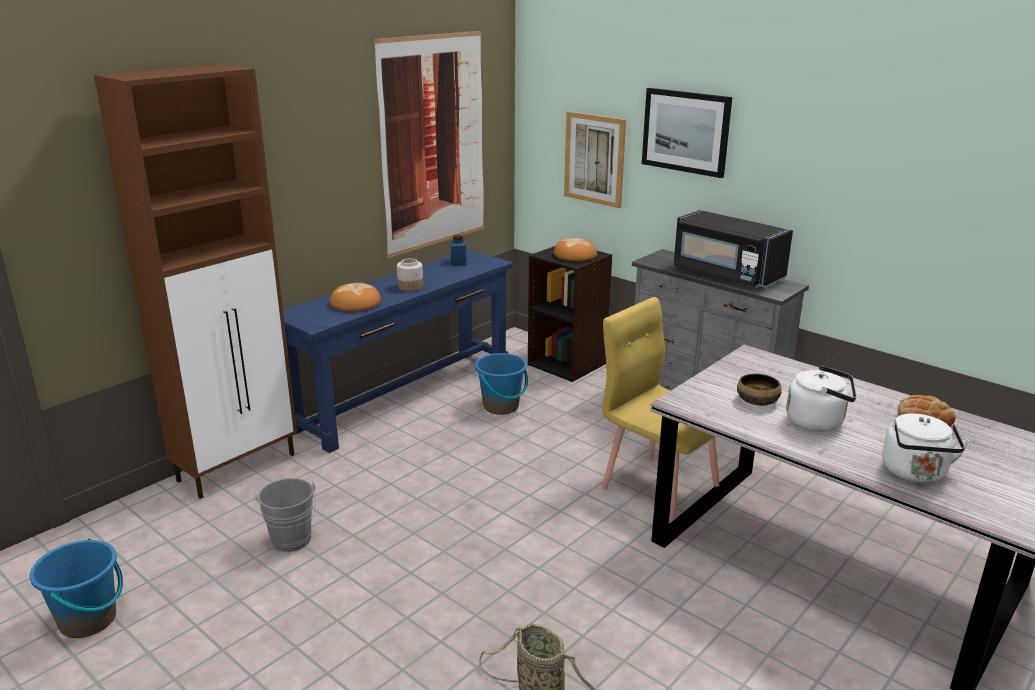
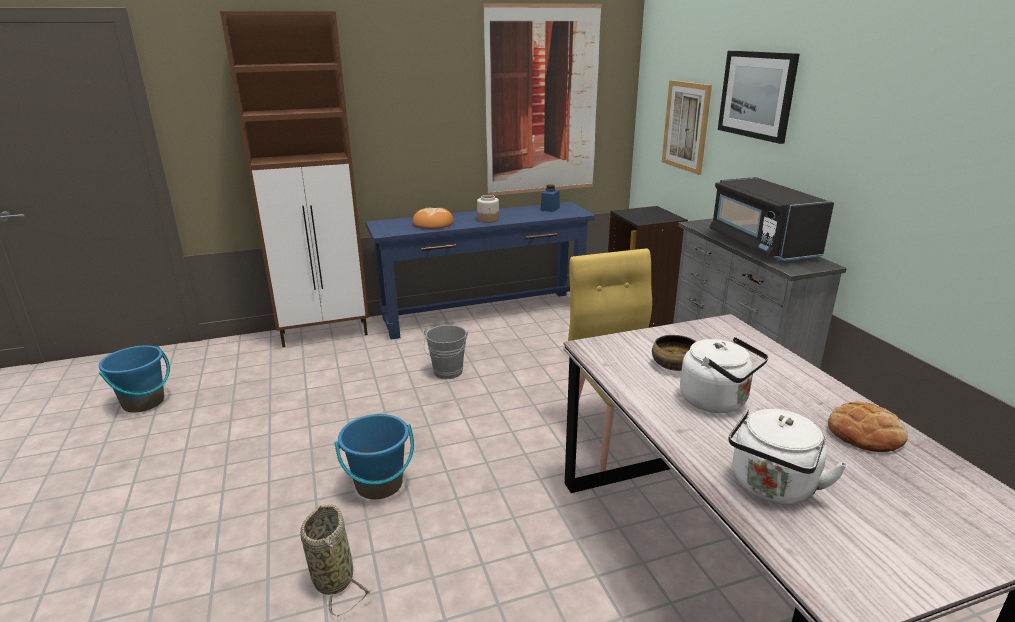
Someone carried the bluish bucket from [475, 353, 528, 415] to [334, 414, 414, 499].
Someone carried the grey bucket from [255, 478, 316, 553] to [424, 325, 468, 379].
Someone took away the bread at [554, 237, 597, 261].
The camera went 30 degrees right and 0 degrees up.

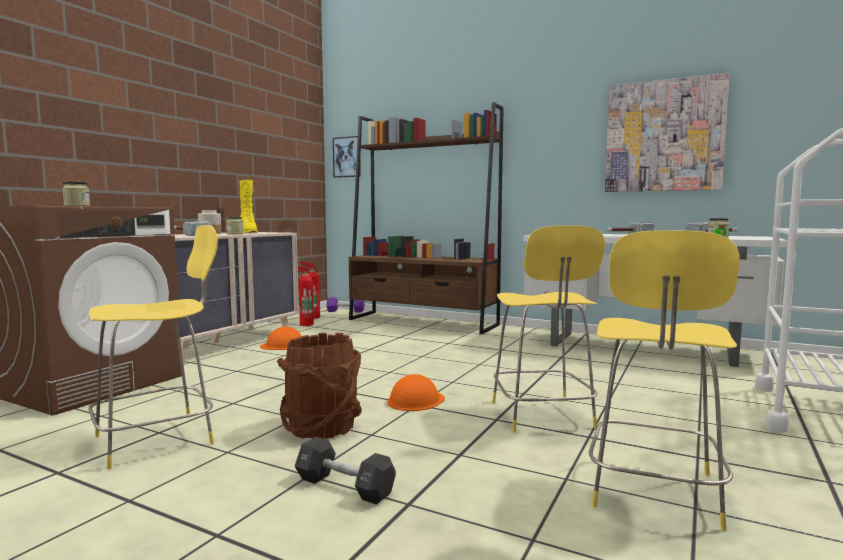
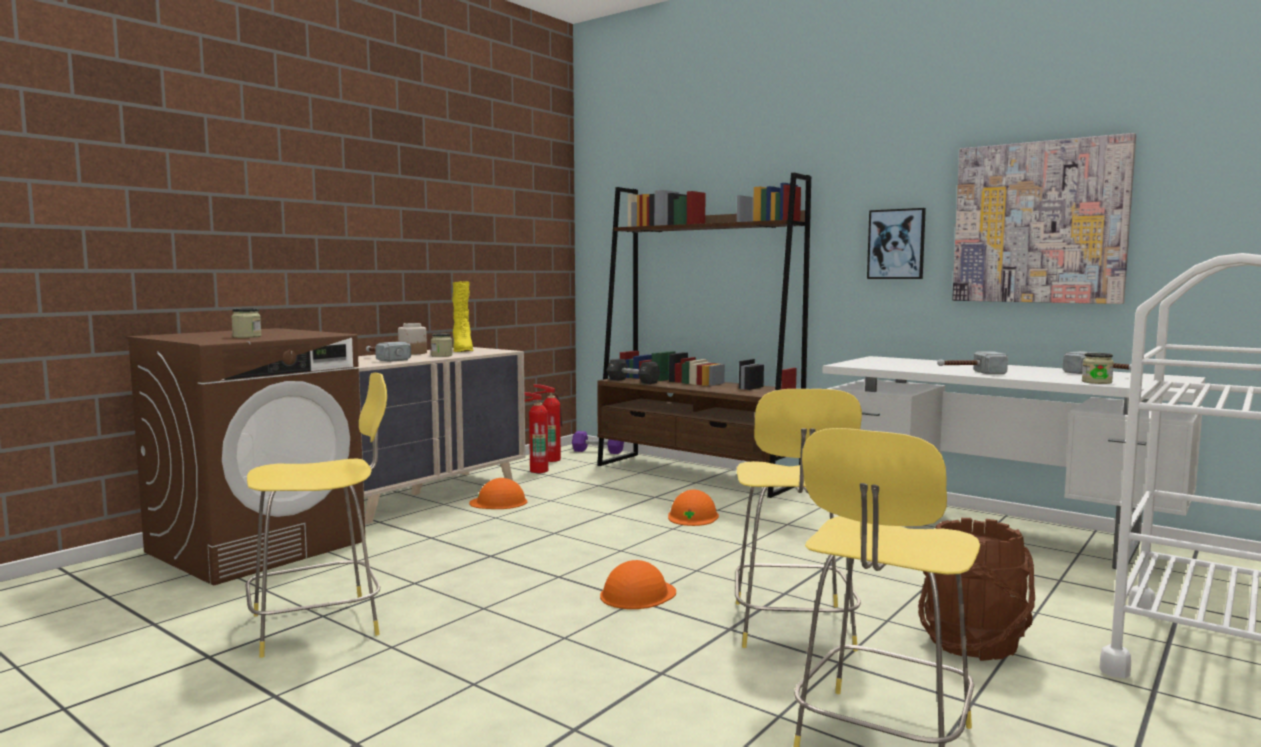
Someone carried the blackish dumbbell from [295, 437, 396, 505] to [607, 359, 661, 384].
Someone put down the orangey safety helmet at [668, 489, 719, 526].
Someone carried the wall art from [333, 136, 361, 178] to [867, 208, 926, 279].
Someone carried the brown bucket from [277, 333, 362, 439] to [918, 518, 1035, 661].
The camera went 10 degrees right and 0 degrees up.

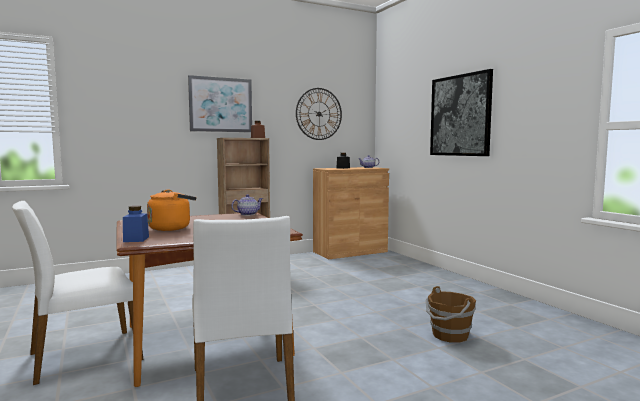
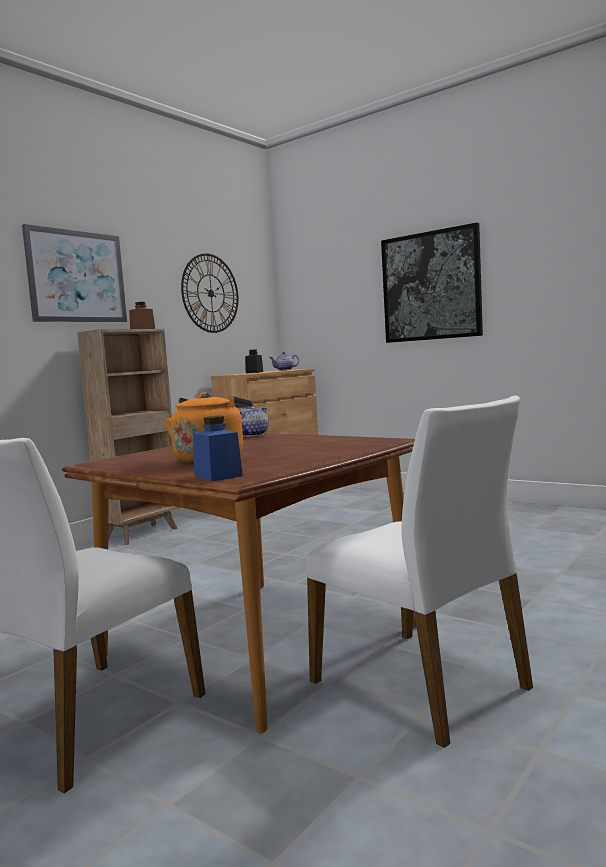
Someone took away the brown bucket at [426, 286, 476, 343].
The camera went 25 degrees left and 0 degrees up.

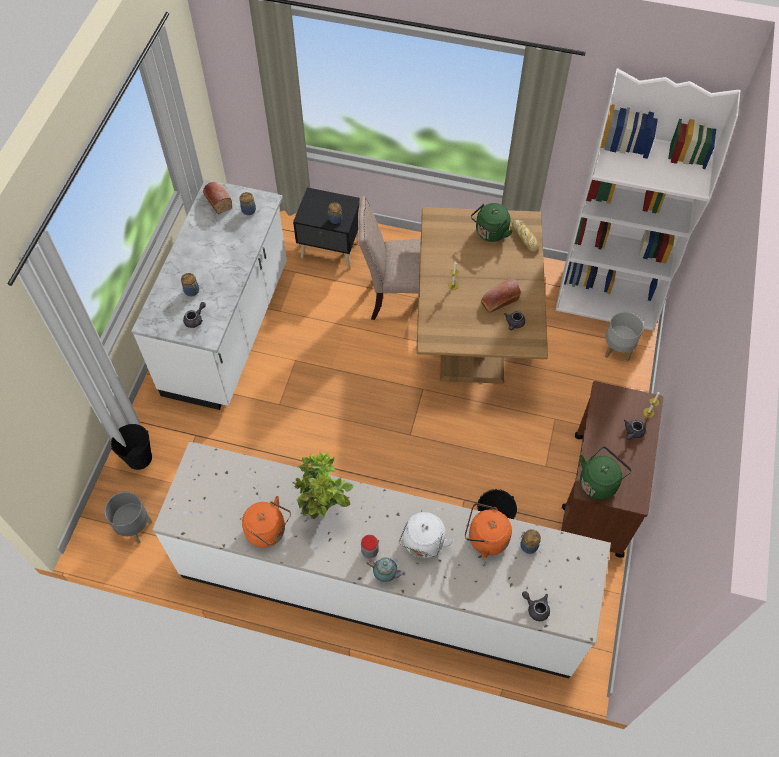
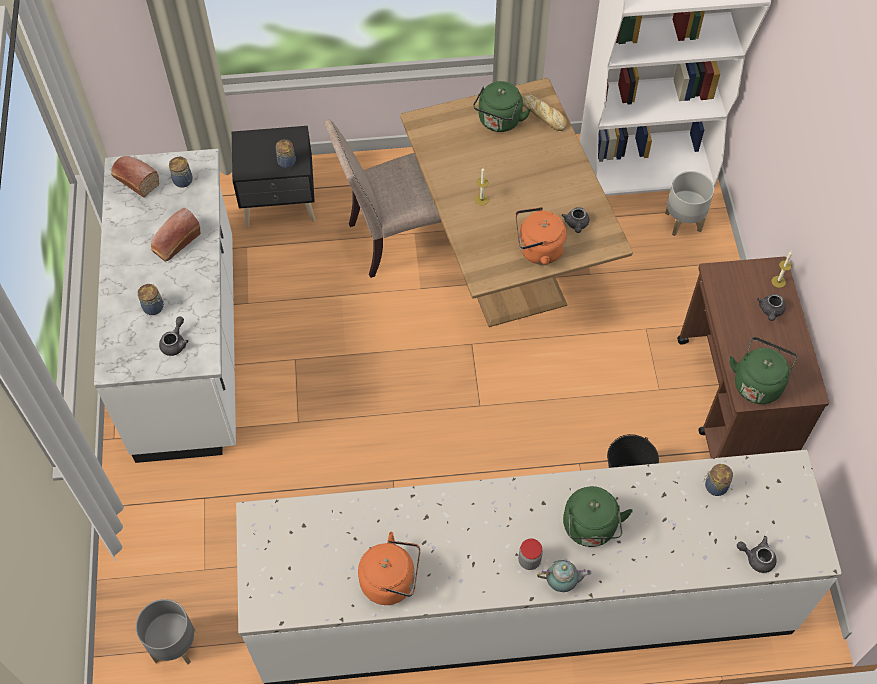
Someone carried the bread from [481, 279, 521, 313] to [151, 208, 201, 261].
Someone carried the orangey water kettle from [465, 503, 512, 558] to [515, 207, 567, 265].
Someone repainted the white water kettle at [399, 512, 454, 558], which became the greenish water kettle at [563, 486, 633, 547].
Someone took away the blackish bucket at [111, 424, 152, 470].
Someone took away the houseplant at [294, 452, 354, 519].
The camera went 20 degrees left and 0 degrees up.

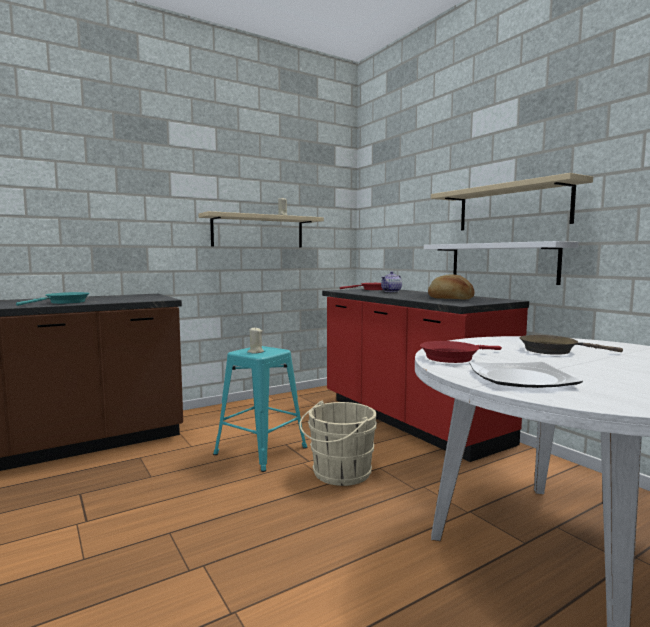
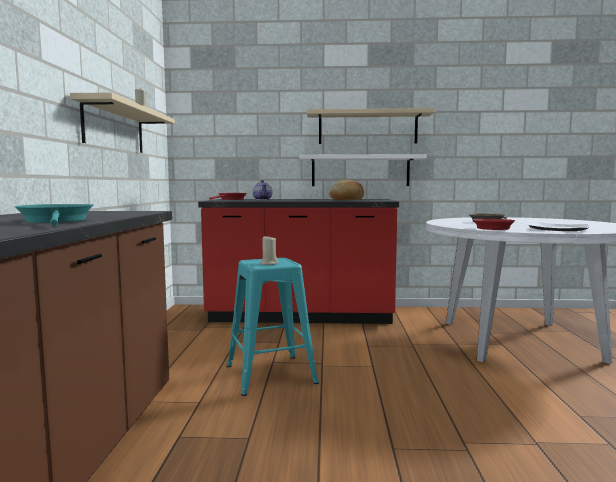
Someone took away the beige bucket at [300, 401, 377, 486].
The camera went 55 degrees left and 0 degrees up.

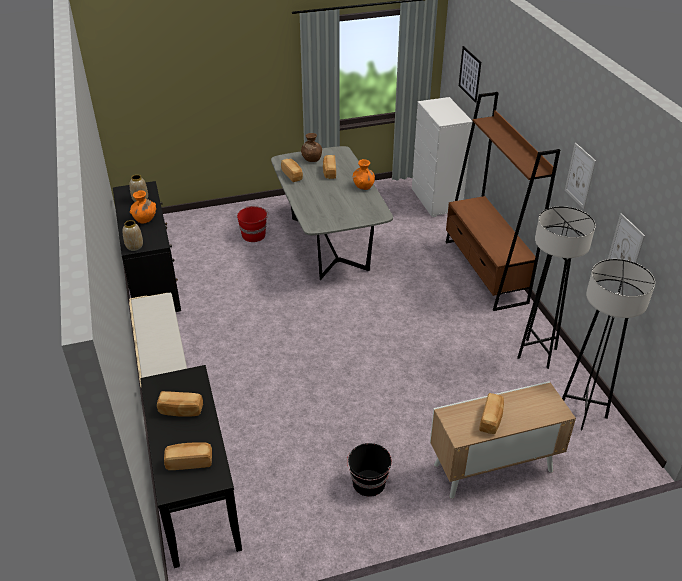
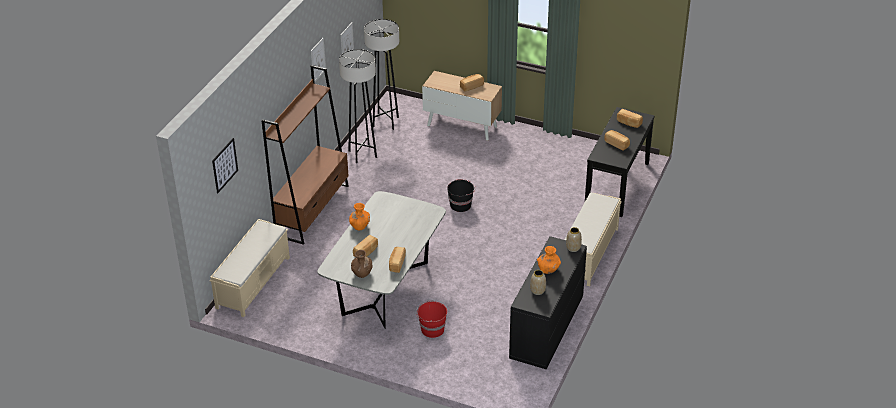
Someone swapped the white chest of drawers at [412, 97, 473, 217] for the beige bench at [210, 219, 290, 317].
Someone carried the blackish bucket from [347, 443, 392, 497] to [447, 179, 475, 212].
The camera went 140 degrees left and 0 degrees up.

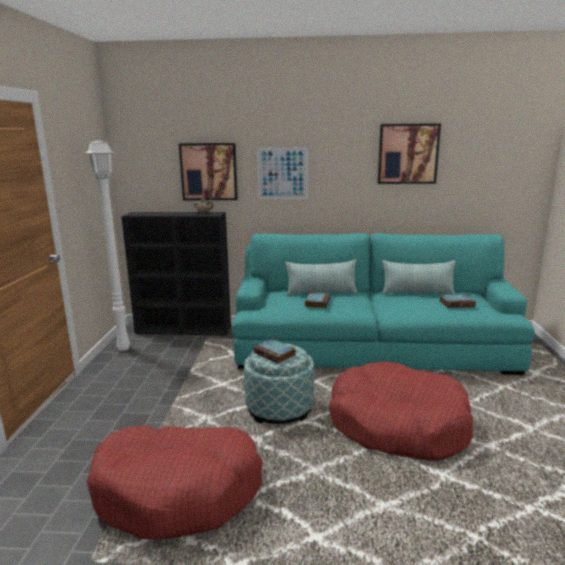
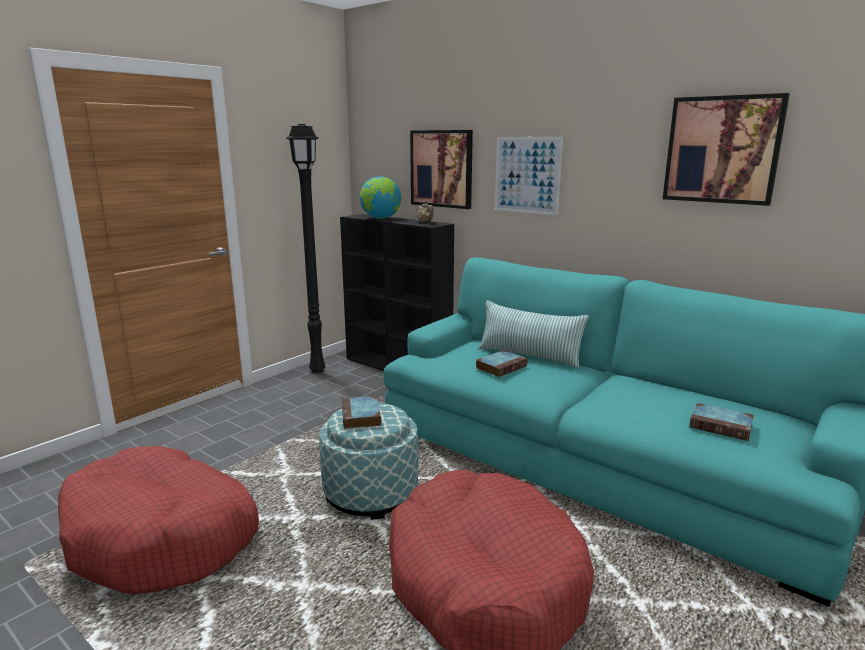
Someone repainted the white standard lamp at [85, 140, 131, 351], which became the blackish standard lamp at [286, 124, 325, 373].
Someone put down the desk globe at [360, 176, 401, 219].
Someone took away the cushion at [382, 260, 456, 295].
The camera went 35 degrees right and 0 degrees up.

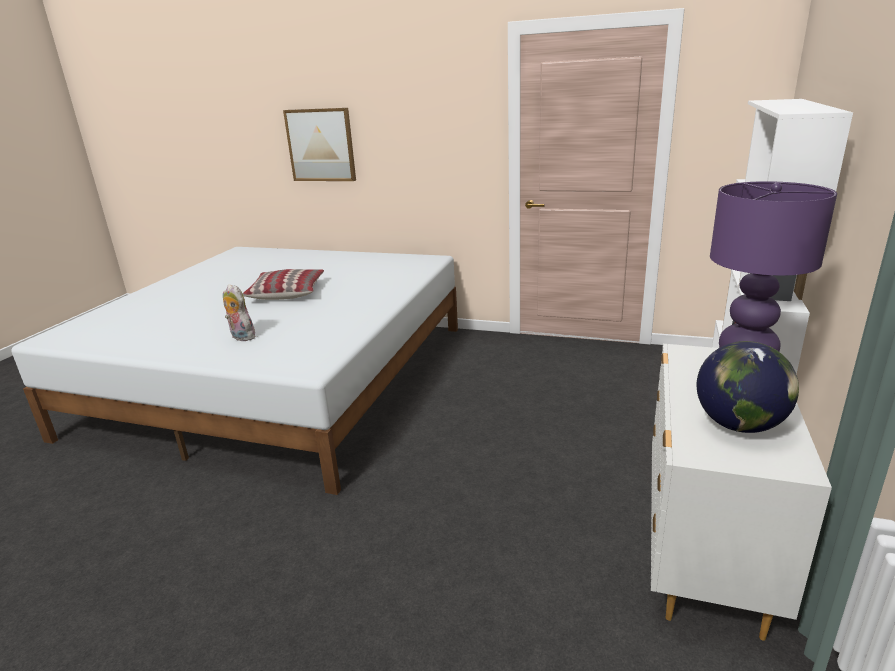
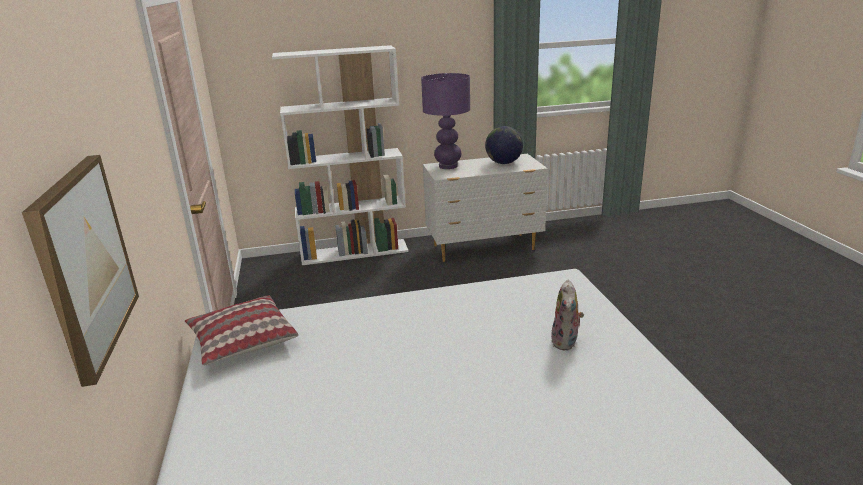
Someone carried the cushion from [243, 269, 324, 300] to [185, 296, 299, 366].
The camera went 120 degrees left and 0 degrees up.

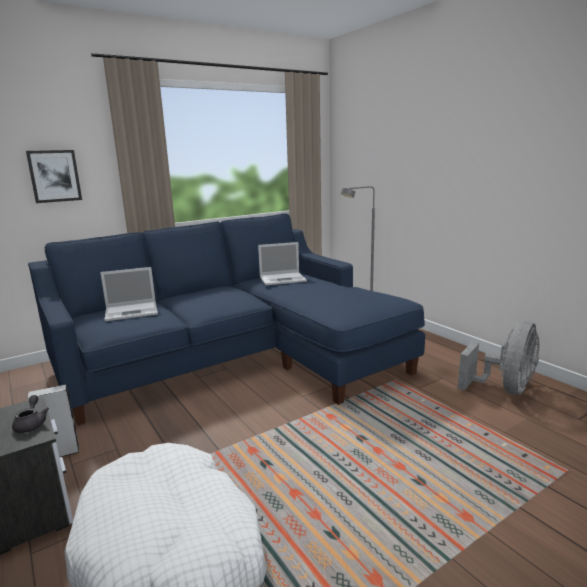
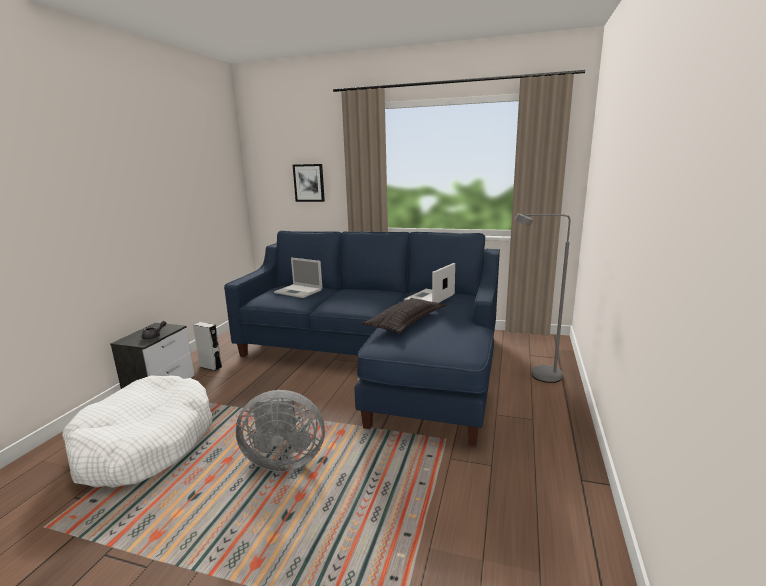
Someone carried the grey cooling fan from [458, 321, 540, 395] to [236, 390, 325, 472].
Someone put down the cushion at [362, 298, 446, 334].
Someone rotated the portable computer at [258, 242, 307, 285] by 90 degrees clockwise.
The camera went 50 degrees right and 0 degrees up.

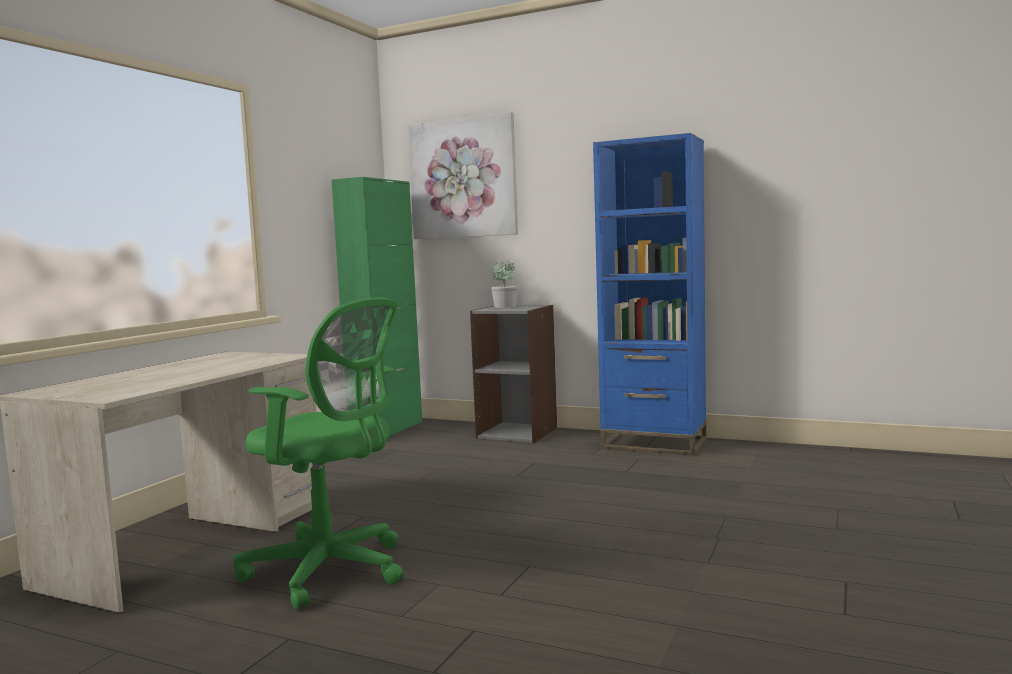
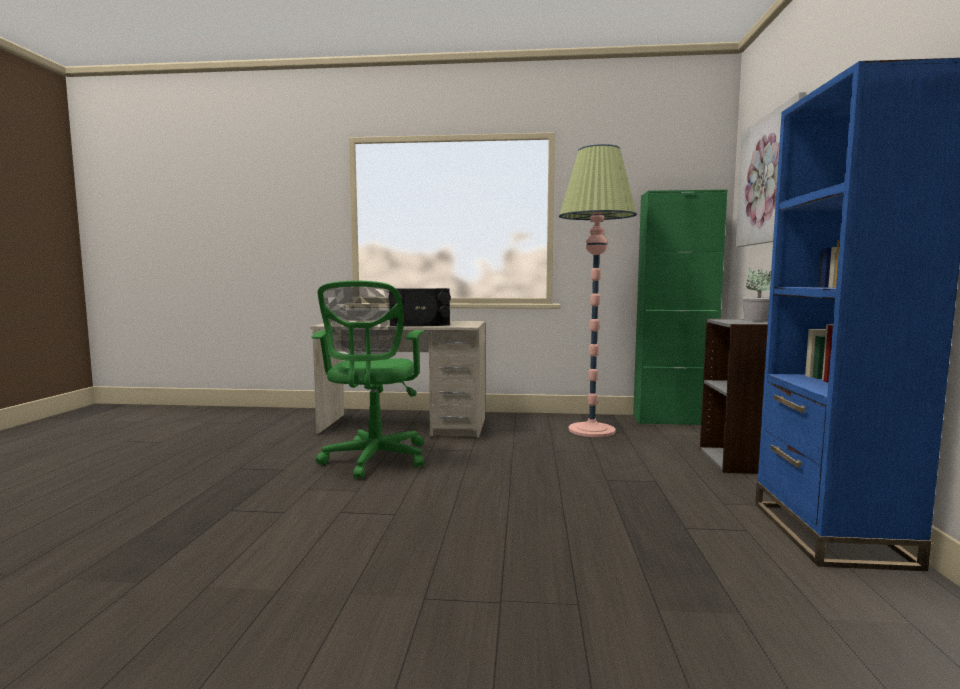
Someone put down the blackish loudspeaker at [395, 288, 451, 326].
Someone put down the standard lamp at [559, 144, 637, 437].
The camera went 70 degrees right and 0 degrees up.

